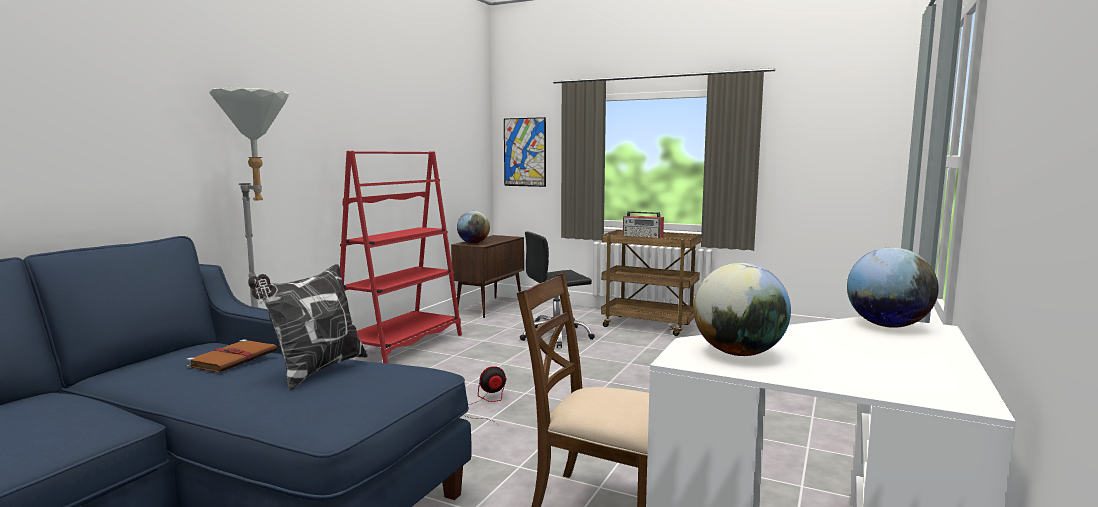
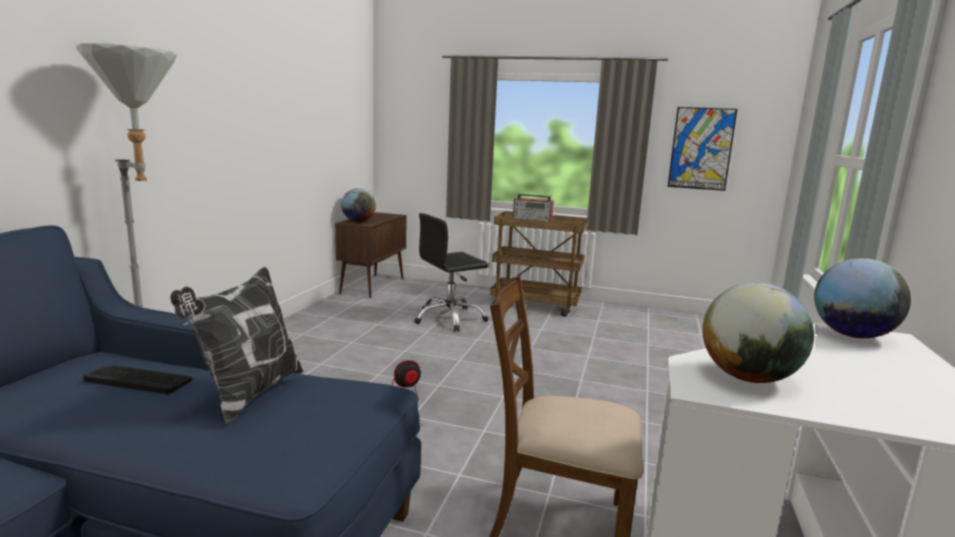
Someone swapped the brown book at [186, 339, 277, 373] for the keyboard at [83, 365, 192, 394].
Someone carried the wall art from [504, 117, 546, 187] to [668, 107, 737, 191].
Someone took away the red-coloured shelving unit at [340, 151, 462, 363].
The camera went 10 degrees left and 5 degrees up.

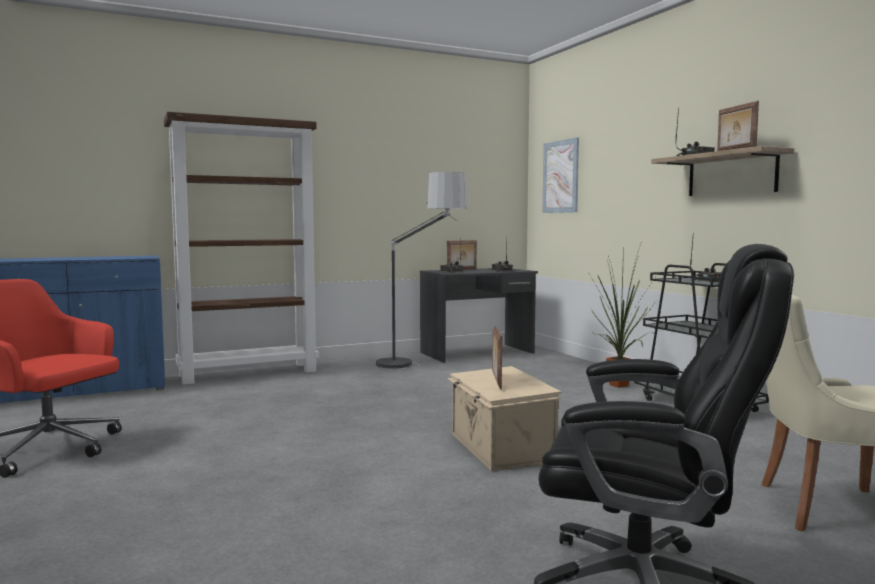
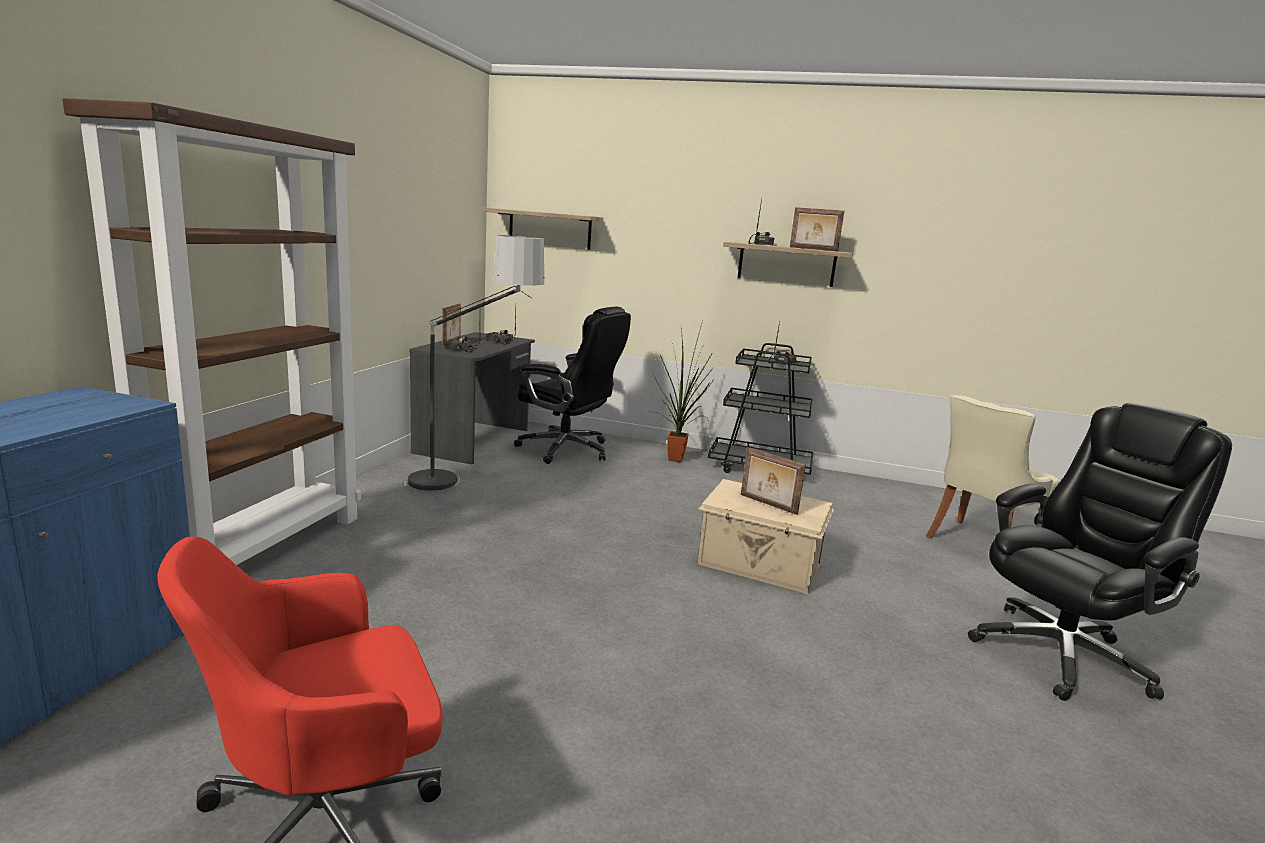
Someone swapped the wall art at [542, 137, 579, 213] for the bracket shelf at [483, 208, 604, 250].
Someone put down the blackish desk chair at [514, 307, 631, 464].
The camera went 50 degrees left and 10 degrees up.

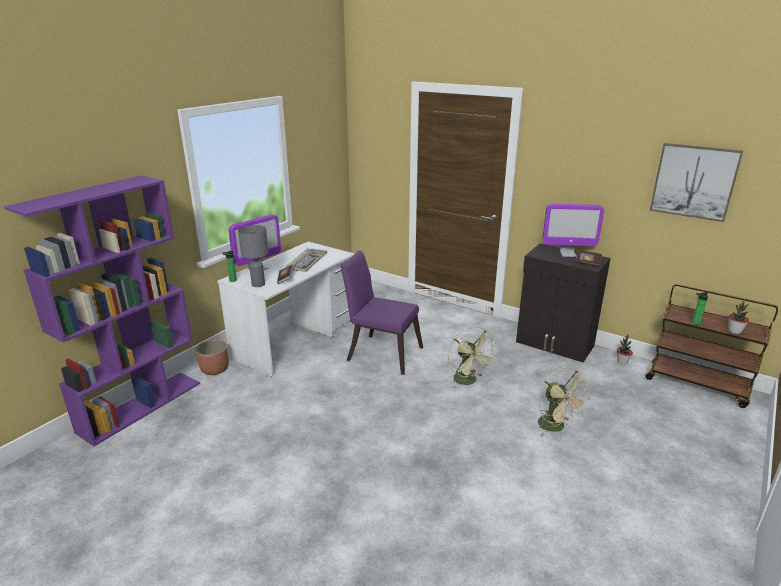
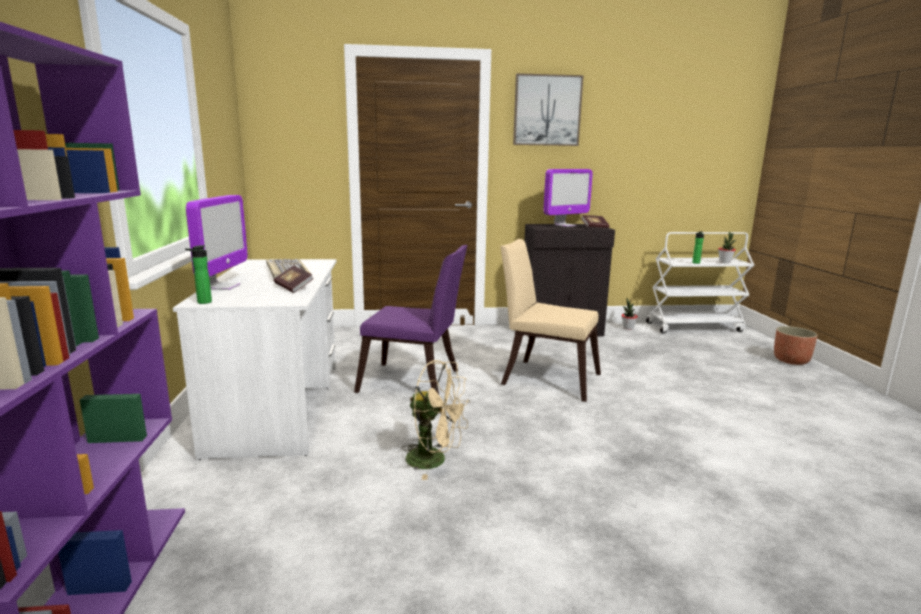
Someone rotated the purple chair at [340, 250, 423, 375] by 150 degrees counterclockwise.
Someone carried the beige cooling fan from [538, 367, 591, 437] to [402, 360, 470, 480].
Someone swapped the greenish cooling fan at [448, 327, 497, 389] for the beige chair at [500, 239, 601, 402].
Someone carried the wall art from [649, 143, 743, 222] to [513, 73, 584, 146].
Someone repainted the brown trolley at [645, 284, 778, 408], which became the white trolley at [646, 232, 754, 334].
Someone carried the plant pot from [195, 339, 229, 375] to [774, 326, 818, 365].
Someone took away the grey table lamp at [238, 225, 269, 287].
The camera went 40 degrees left and 10 degrees down.

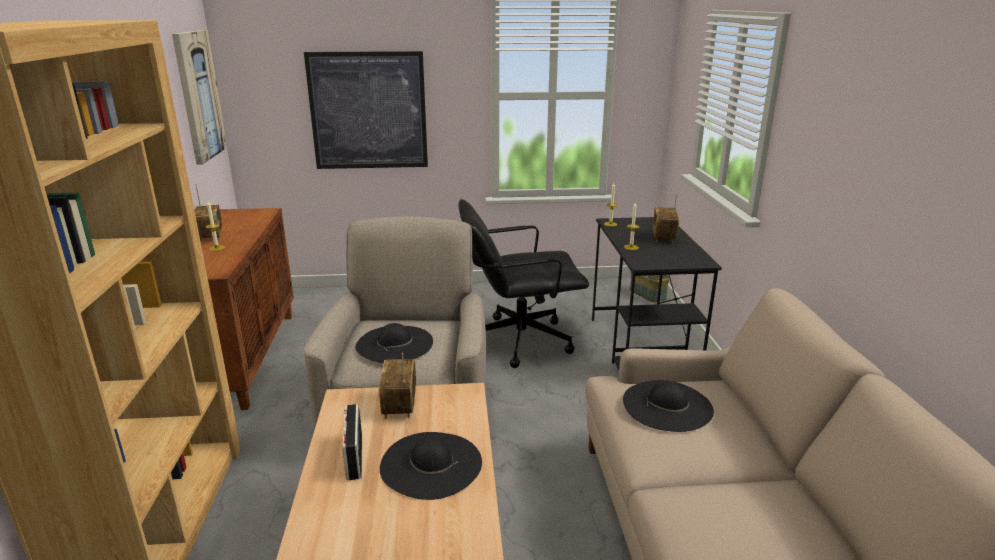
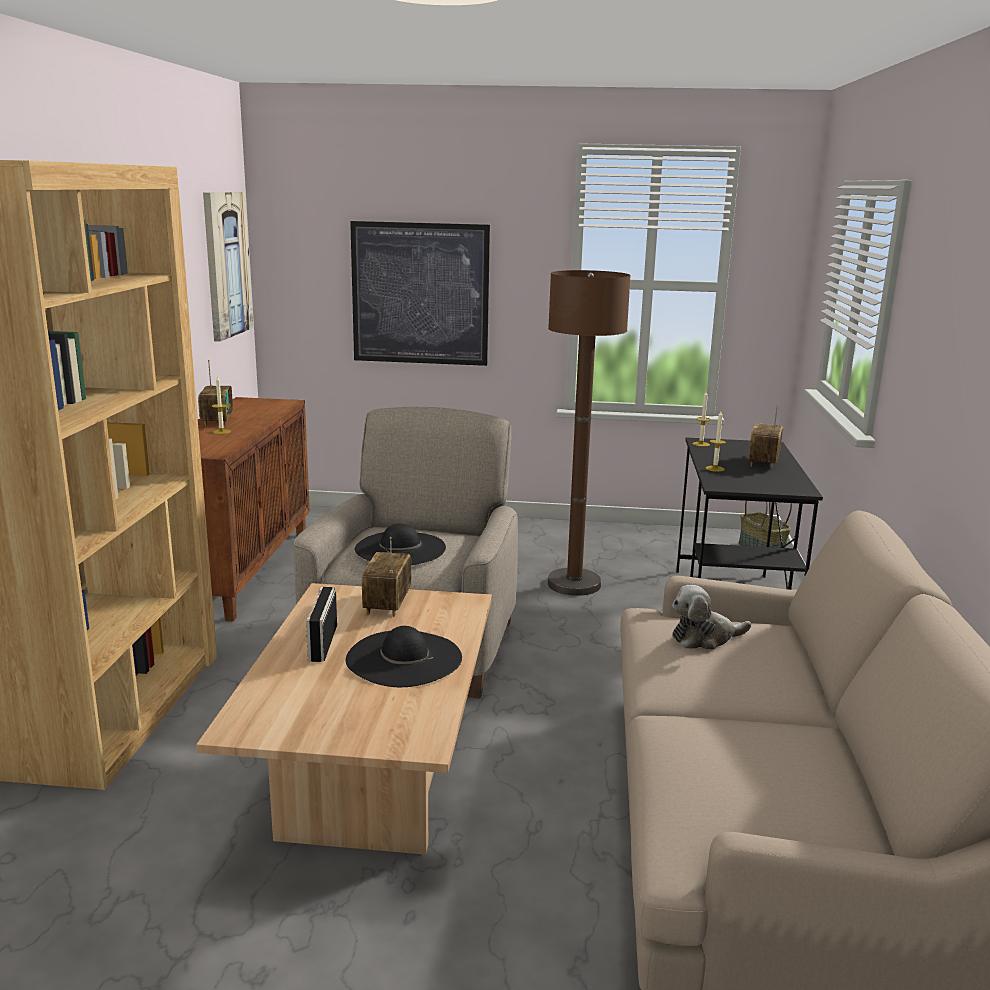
Someone swapped the blackish desk chair at [458, 199, 589, 368] for the brown standard lamp at [548, 270, 631, 596].
Someone swapped the blackish hat at [623, 380, 714, 432] for the plush toy at [672, 585, 751, 650].
The camera went 10 degrees right and 5 degrees down.

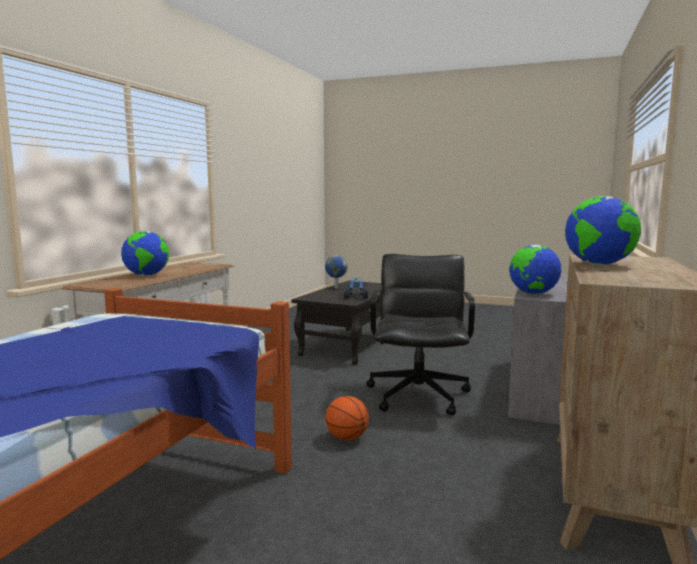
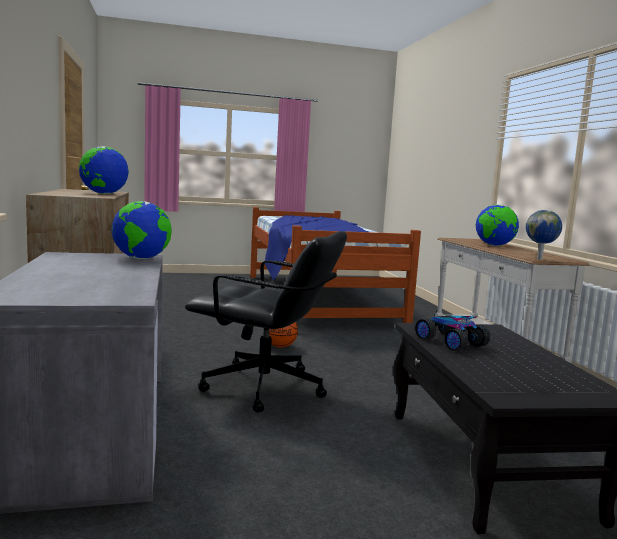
Someone rotated the blackish desk chair at [366, 254, 475, 415] by 45 degrees counterclockwise.
Someone carried the desk globe from [325, 255, 348, 288] to [526, 210, 562, 260].
The camera went 145 degrees right and 0 degrees up.

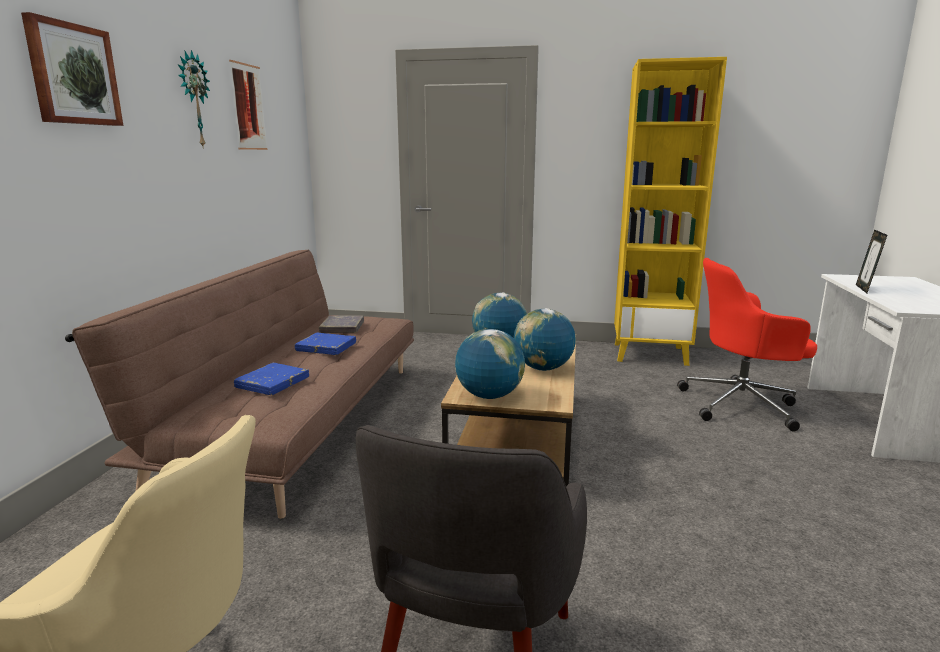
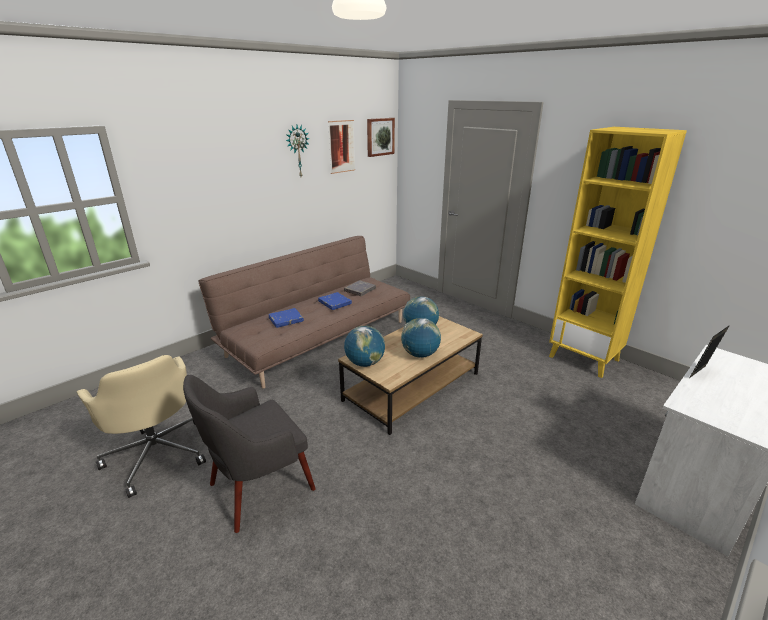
Someone carried the wall art from [21, 12, 123, 126] to [367, 118, 395, 157].
Someone took away the red-coloured desk chair at [677, 258, 817, 432].
The camera went 35 degrees right and 10 degrees up.

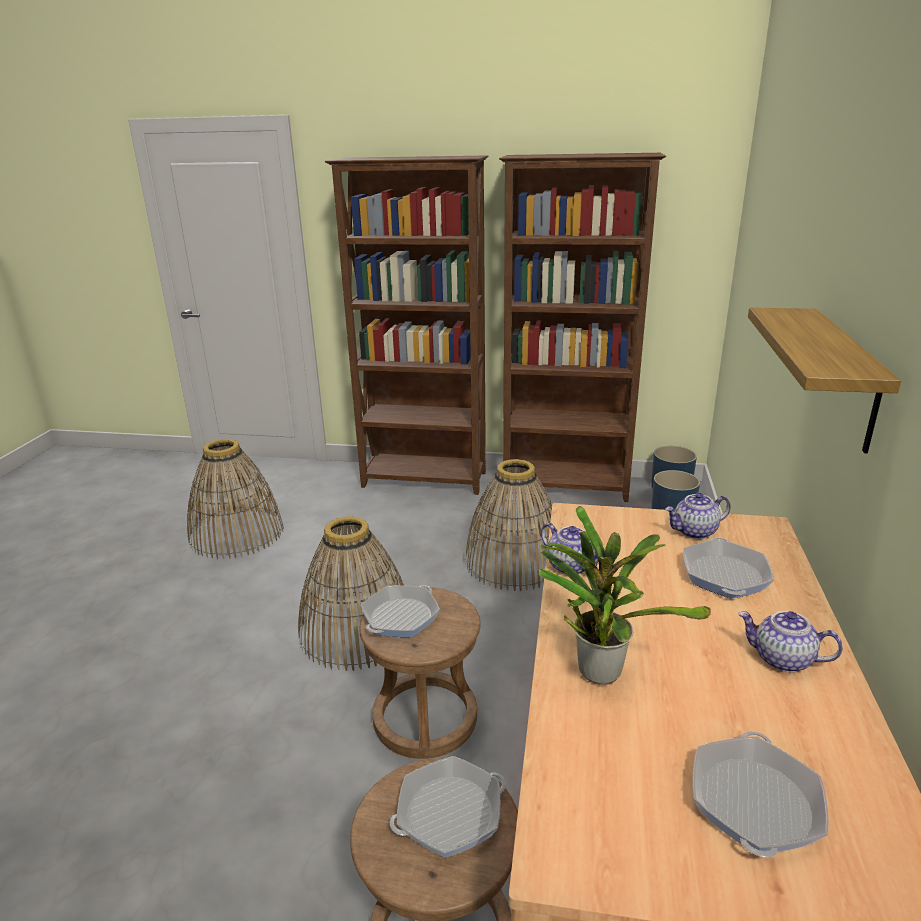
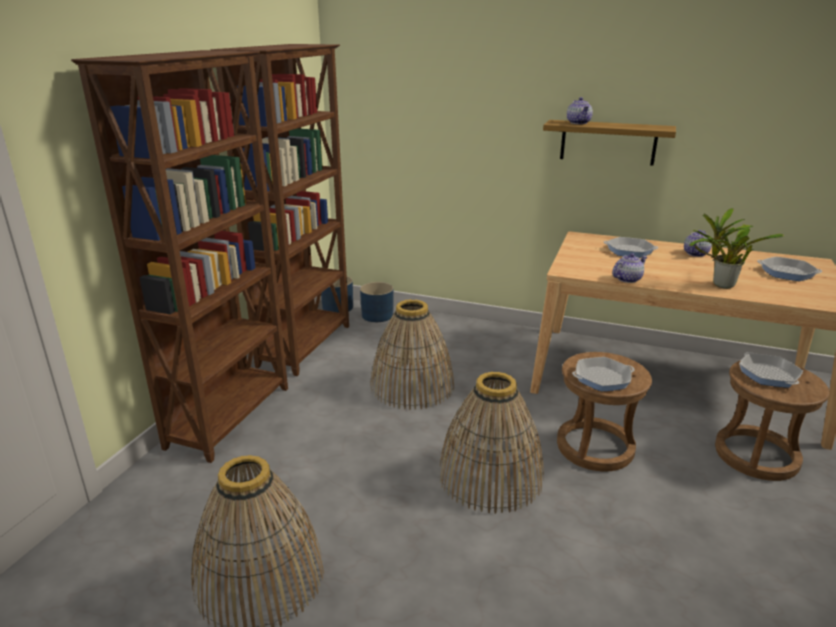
Someone carried the pot for tea from [665, 493, 731, 539] to [567, 97, 593, 124].
Someone rotated the frying pan at [361, 585, 440, 637] by 120 degrees clockwise.
The camera went 80 degrees left and 0 degrees up.

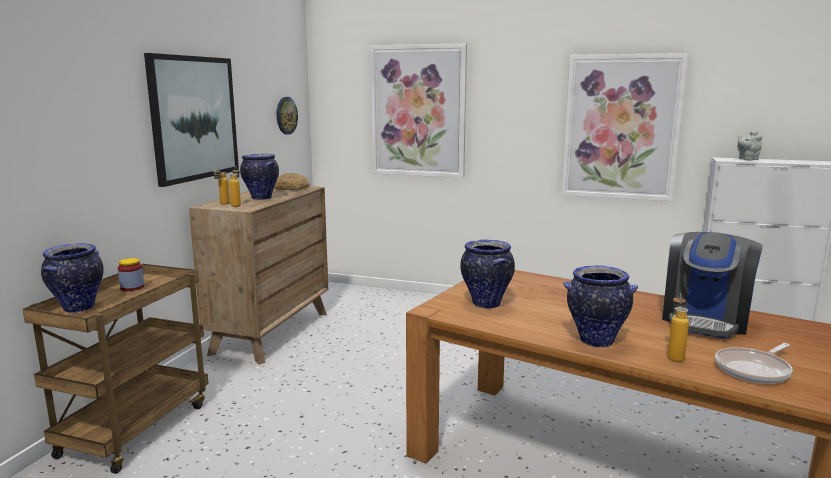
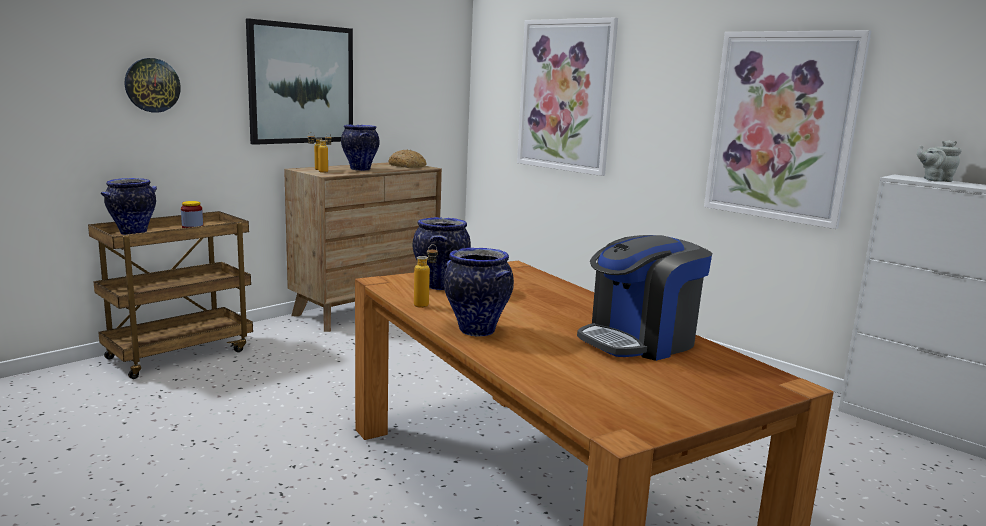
Someone carried the wall clock from [276, 97, 298, 135] to [125, 58, 181, 113].
Someone carried the drink bottle from [667, 293, 689, 362] to [414, 244, 438, 308].
Someone took away the frying pan at [715, 343, 793, 384].
The camera went 25 degrees right and 0 degrees up.

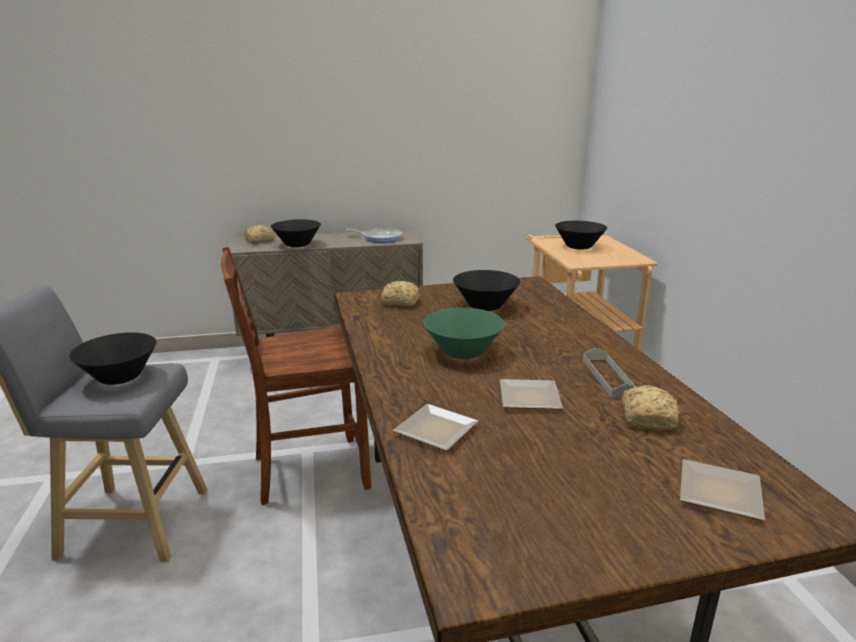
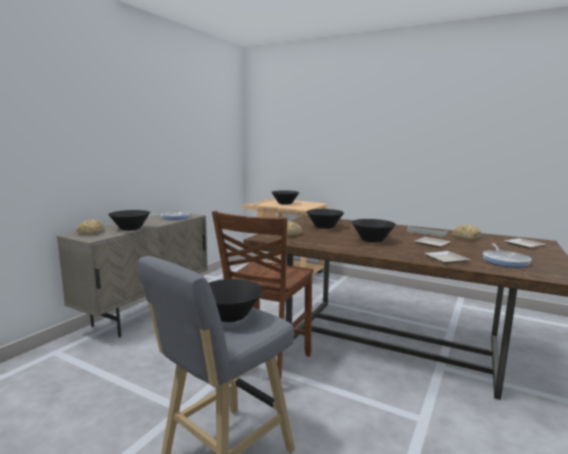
Someone repainted the greenish bowl at [424, 308, 505, 360], which became the blackish bowl at [352, 219, 396, 243].
Someone put down the frying pan at [483, 244, 532, 267].
The camera went 50 degrees left and 10 degrees down.

